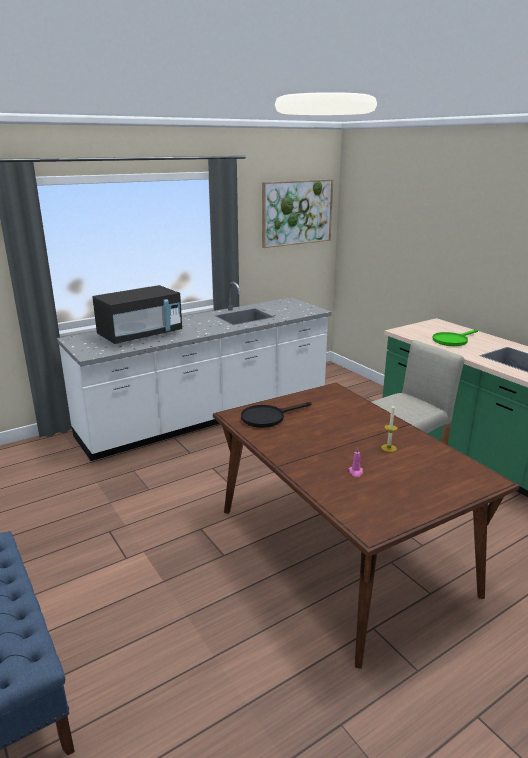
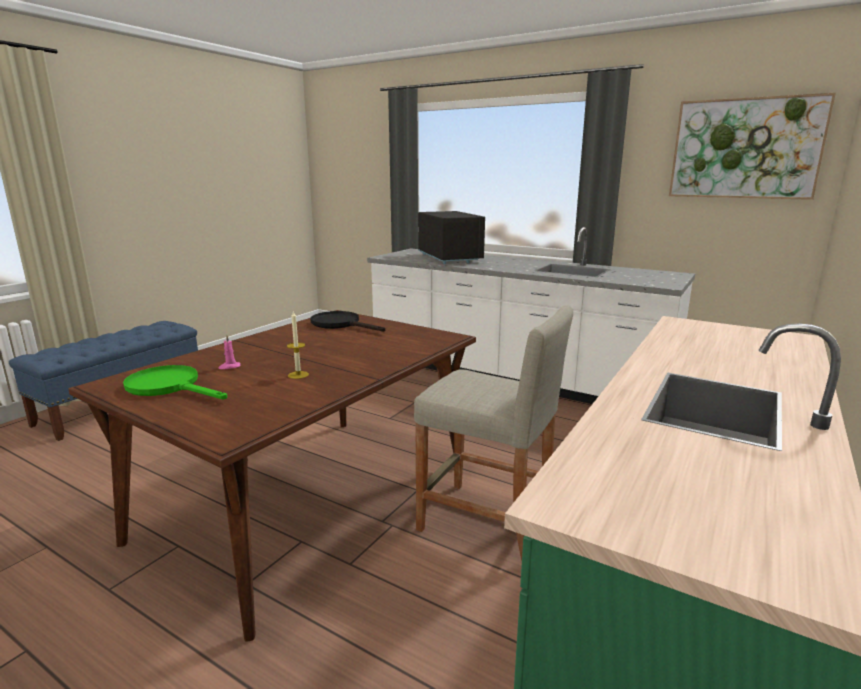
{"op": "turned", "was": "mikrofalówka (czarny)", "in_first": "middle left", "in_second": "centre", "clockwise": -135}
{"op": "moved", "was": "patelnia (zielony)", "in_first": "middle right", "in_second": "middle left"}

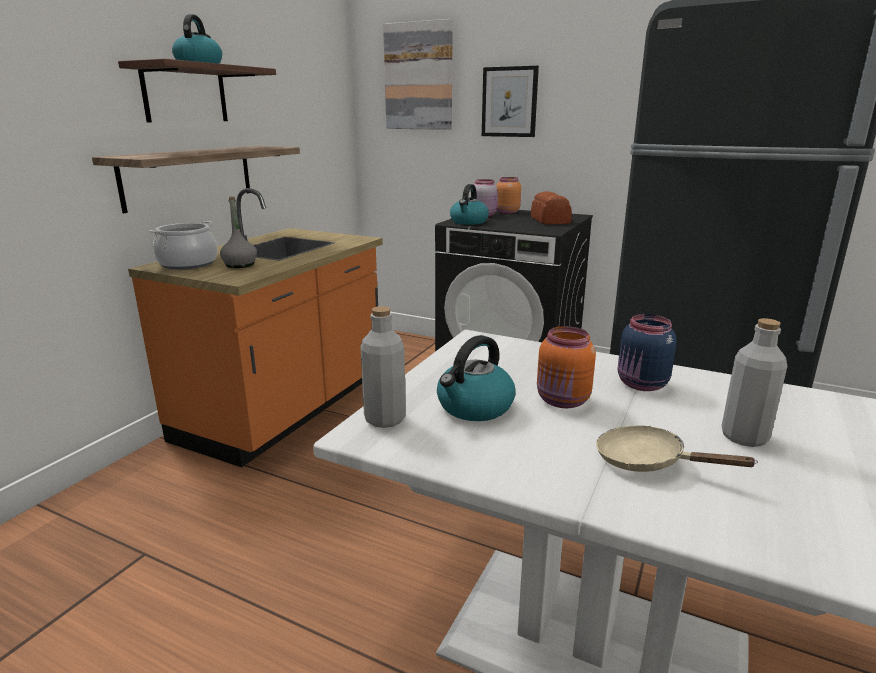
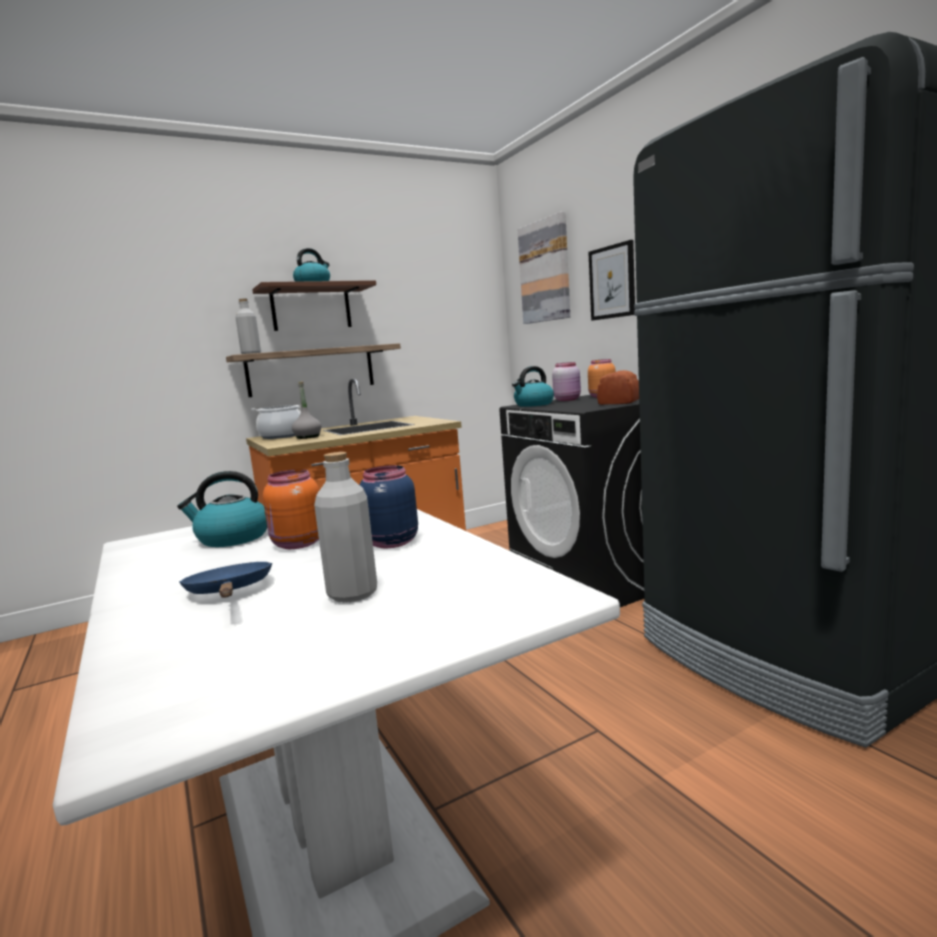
{"op": "moved", "was": "butelka (szary) (2nd from left in the first image)", "now": "butelka (szary) (1st from left)", "in_first": "centre", "in_second": "middle left"}
{"op": "recoloured", "was": "patelnia (beżowy)", "now": "patelnia (niebieski)", "in_first": "bottom right", "in_second": "middle left"}

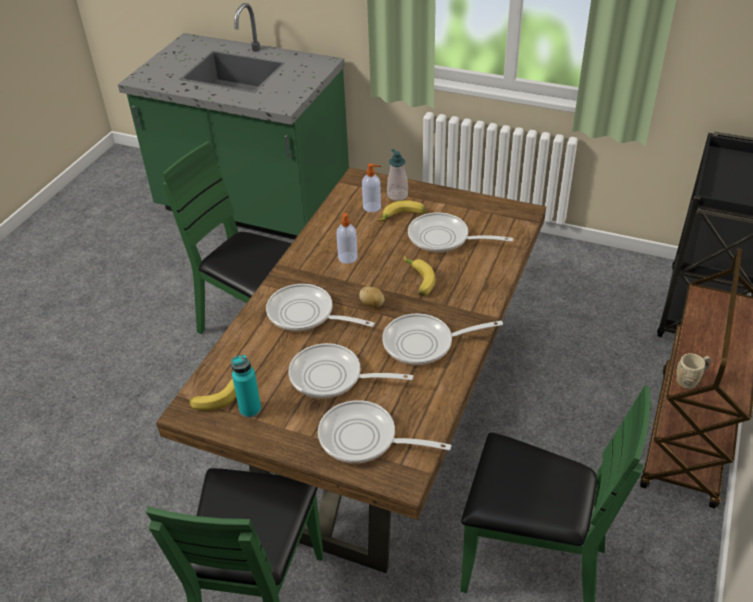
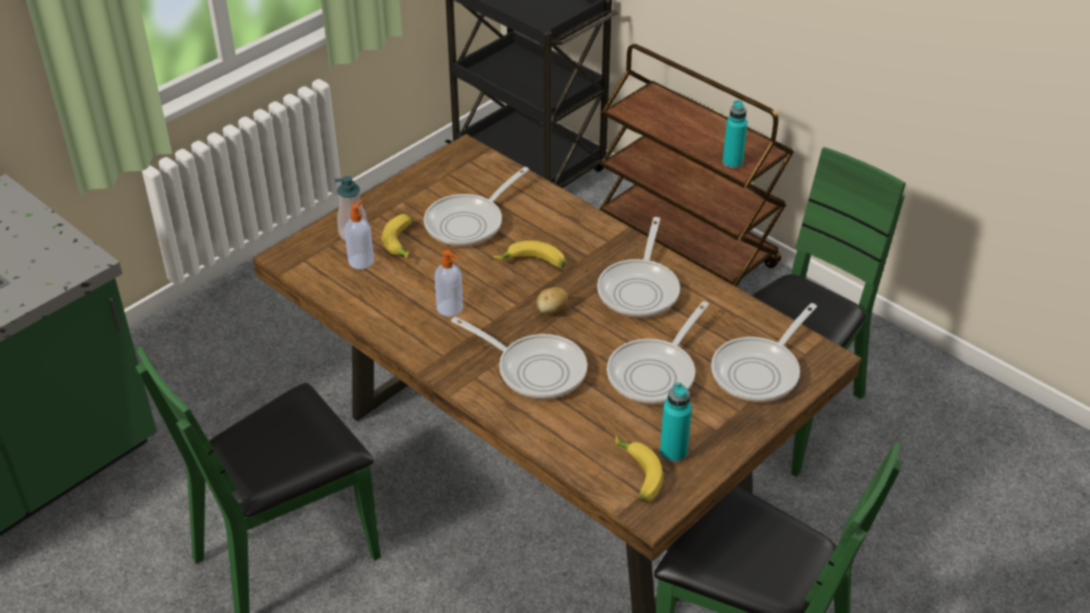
{"op": "turned", "was": "patelnia (1st from left in the first image)", "in_first": "centre", "in_second": "centre", "clockwise": -105}
{"op": "replaced", "was": "kubek (beżowy)", "now": "butelka (turkusowy) (2nd from left)", "in_first": "middle right", "in_second": "top right"}

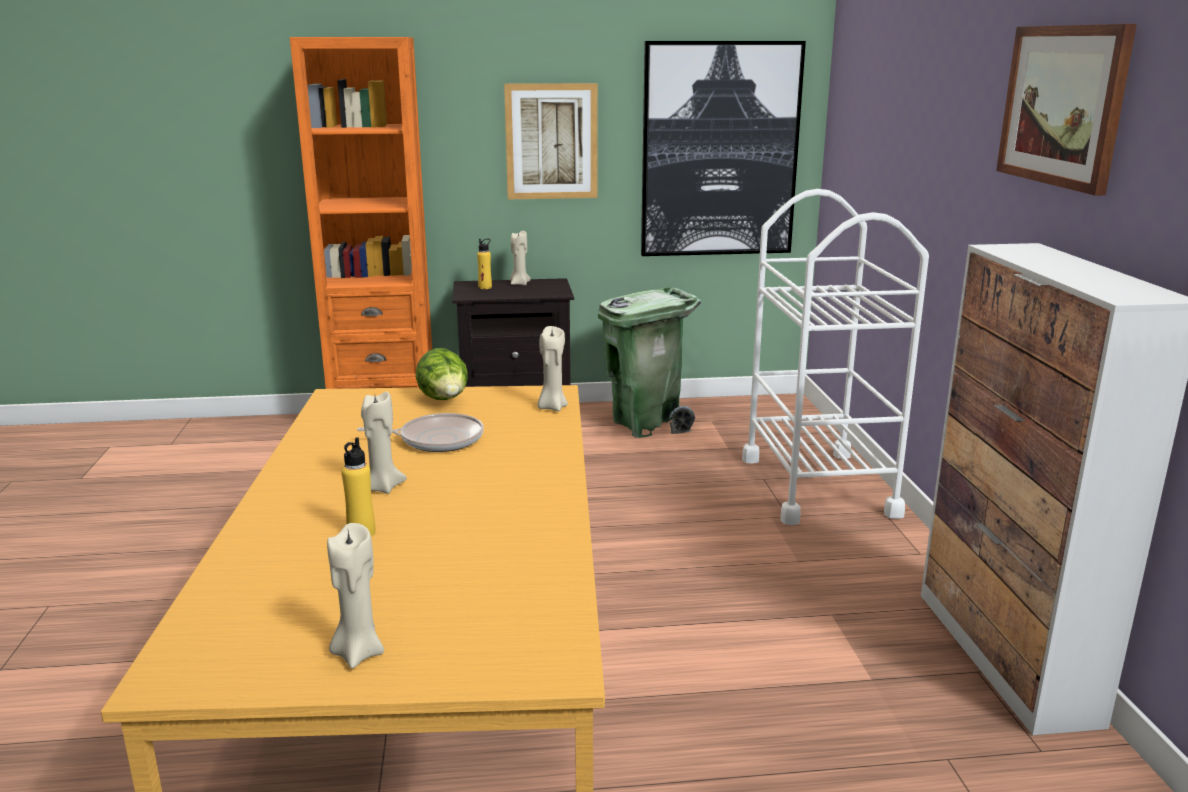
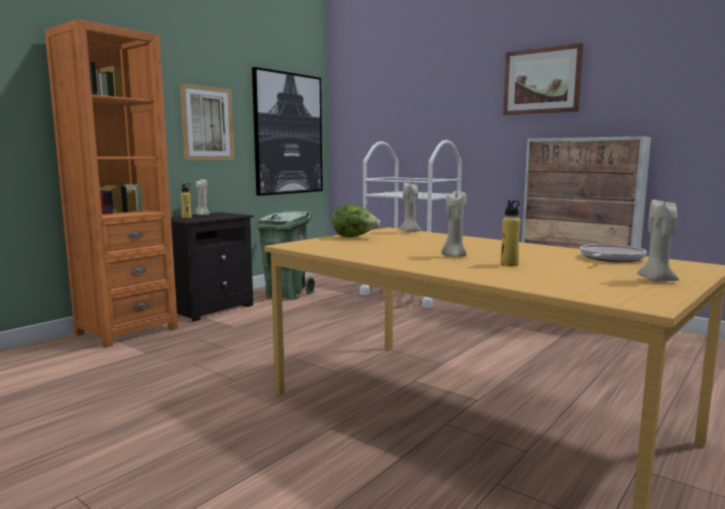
{"op": "moved", "was": "patelnia", "in_first": "centre", "in_second": "middle right"}

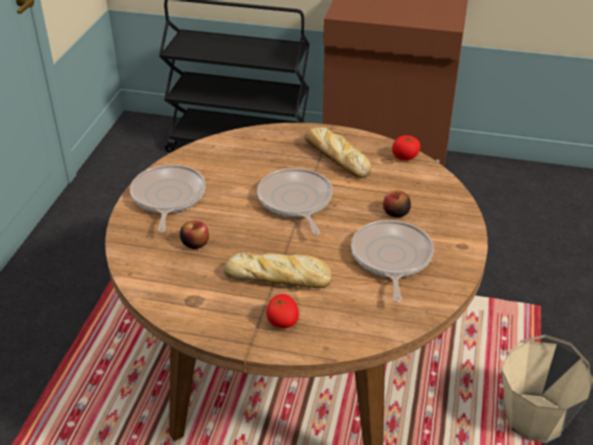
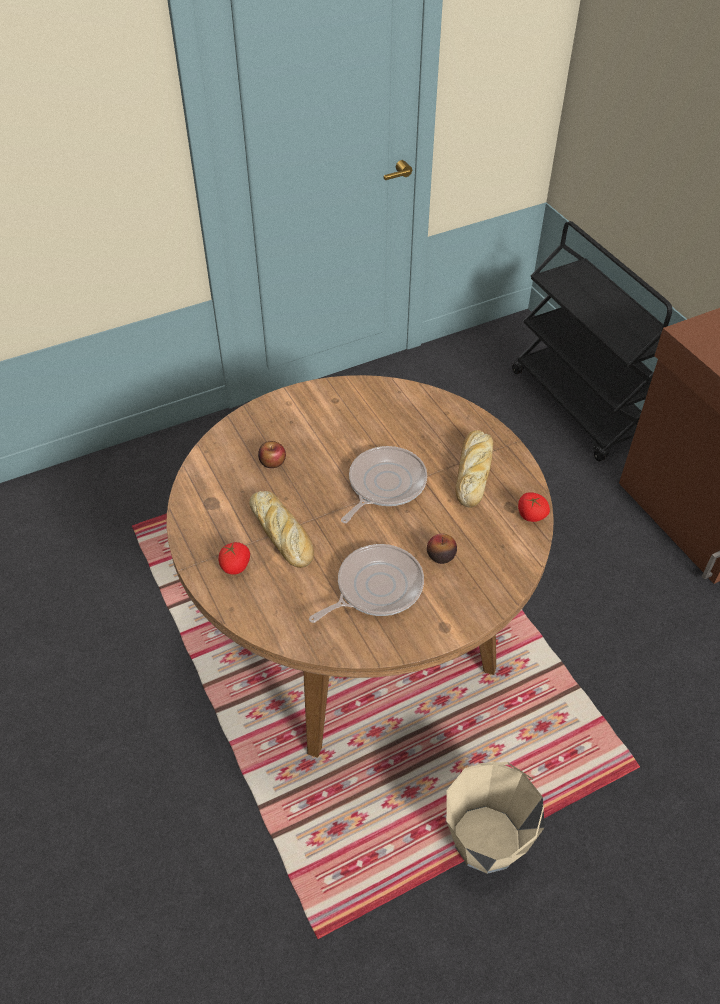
{"op": "removed", "was": "patelnia (1st from left)", "in_first": "middle left"}

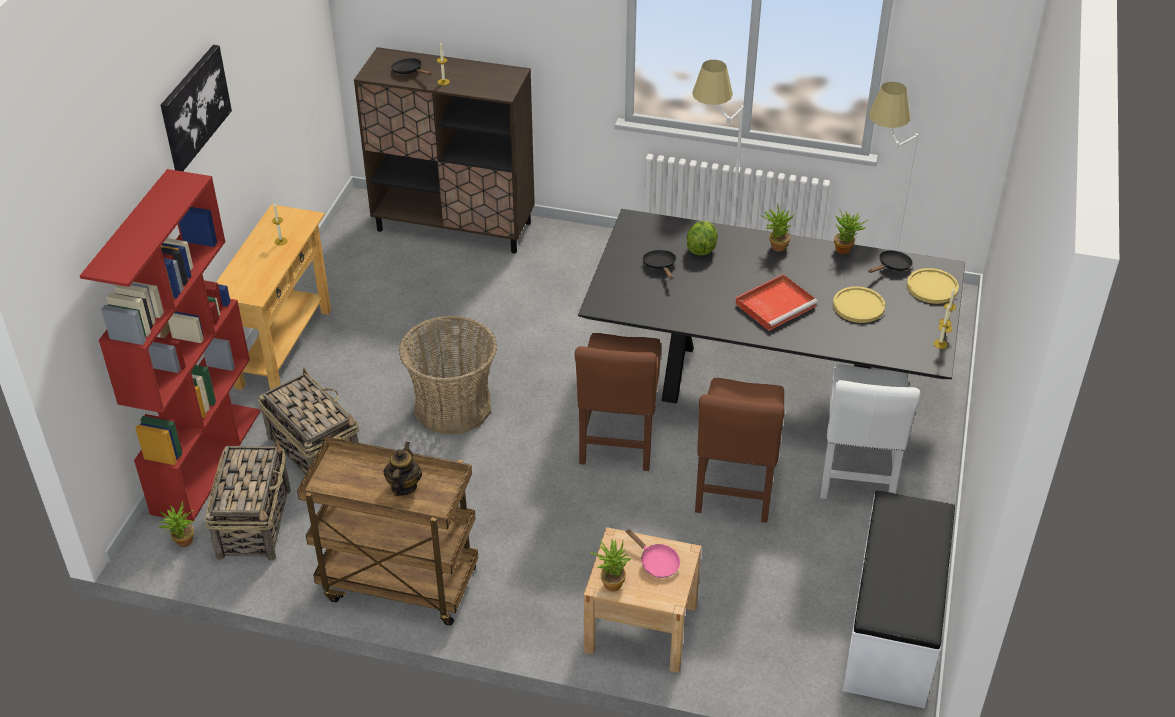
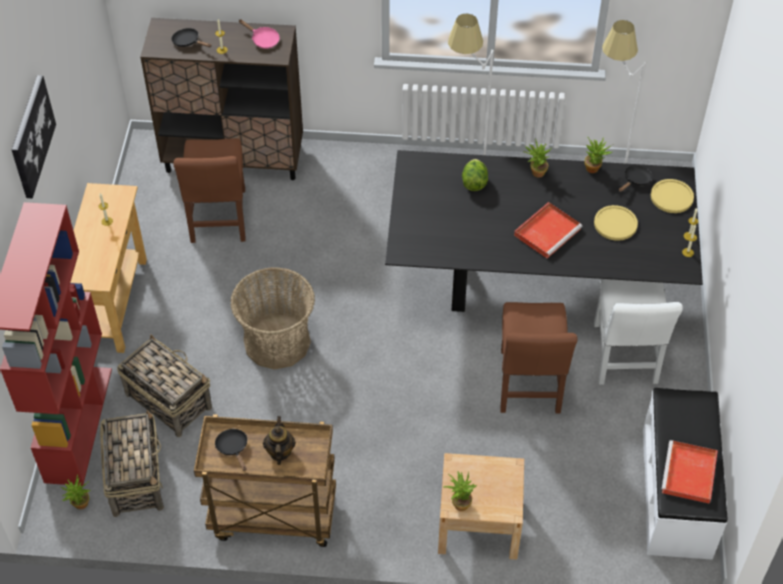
{"op": "moved", "was": "patelnia (czarny) (2nd from left)", "in_first": "centre", "in_second": "bottom left"}
{"op": "moved", "was": "krzesło (brązowy) (1st from left)", "in_first": "centre", "in_second": "top left"}
{"op": "moved", "was": "patelnia (różowy)", "in_first": "bottom centre", "in_second": "top left"}
{"op": "added", "now": "taca (czerwony) (2nd from left)", "in_second": "bottom right"}

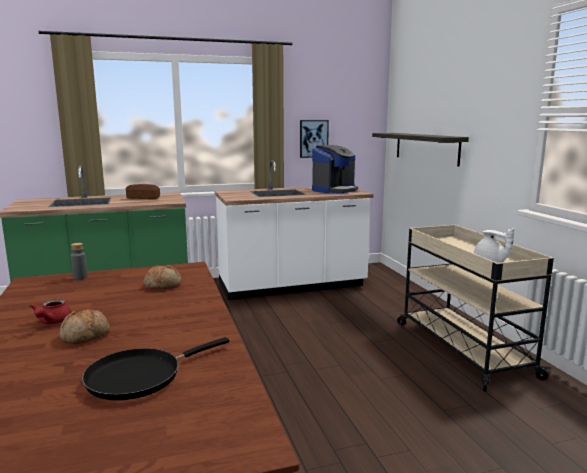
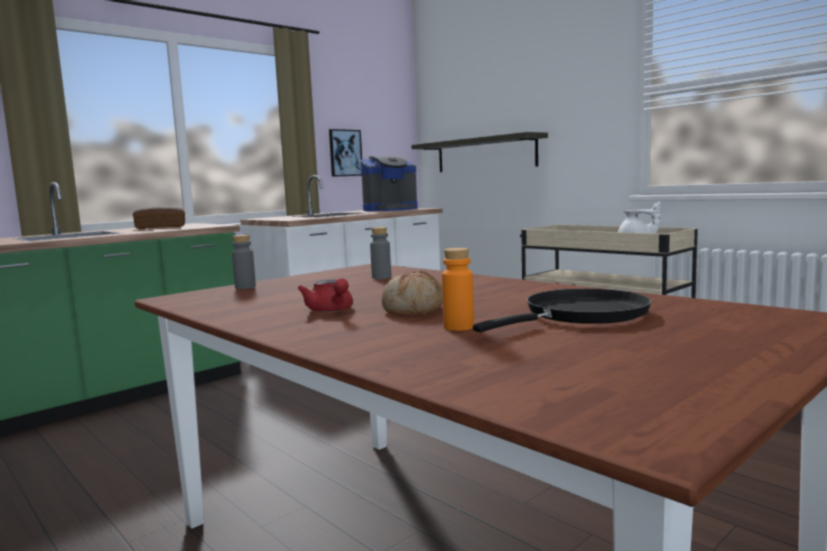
{"op": "turned", "was": "ekspres do kawy", "in_first": "centre", "in_second": "centre", "clockwise": 45}
{"op": "replaced", "was": "chleb (3rd from left)", "now": "butelka (szary) (2nd from left)", "in_first": "middle left", "in_second": "centre"}
{"op": "turned", "was": "patelnia (czarny)", "in_first": "bottom left", "in_second": "middle right", "clockwise": -150}
{"op": "added", "now": "butelka (pomarańczowy)", "in_second": "centre"}

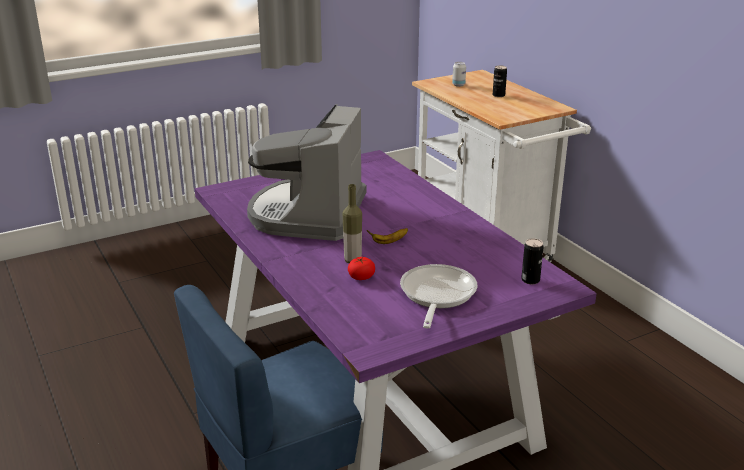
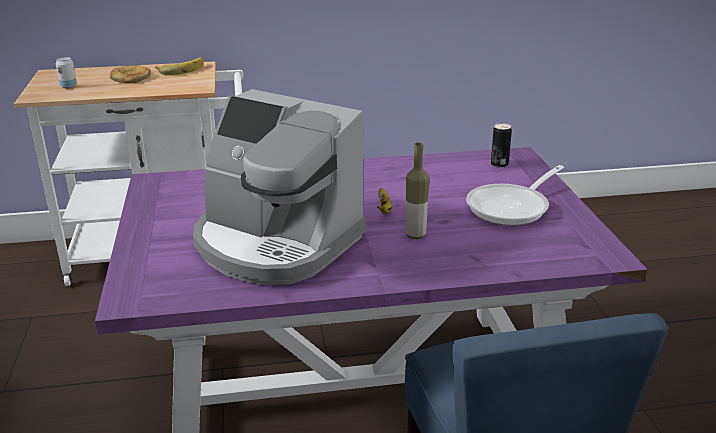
{"op": "replaced", "was": "puszka (2nd from left)", "now": "chleb", "in_first": "top right", "in_second": "top left"}
{"op": "removed", "was": "pomidor", "in_first": "centre"}
{"op": "turned", "was": "patelnia", "in_first": "centre", "in_second": "middle right", "clockwise": -75}
{"op": "added", "now": "banan (1st from left)", "in_second": "top left"}

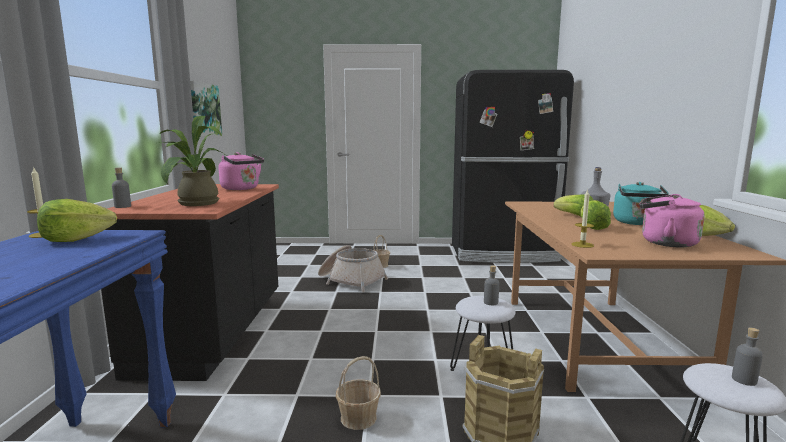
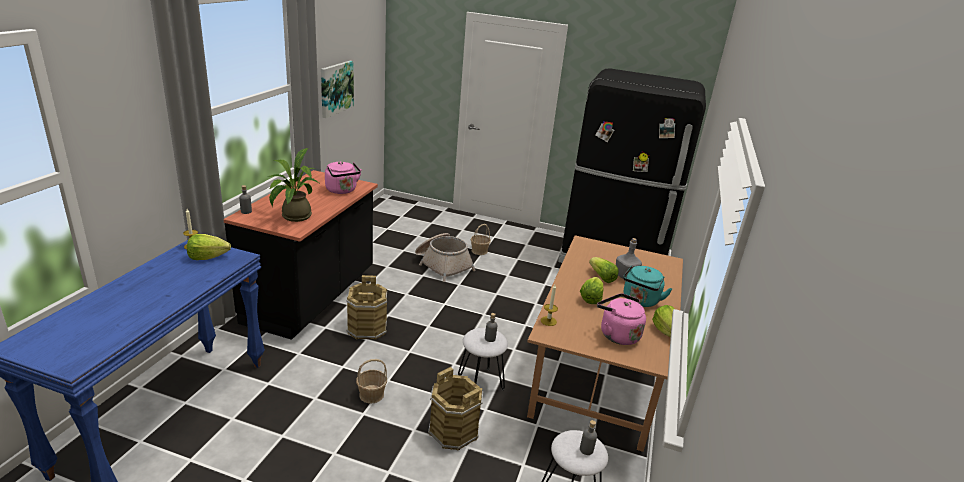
{"op": "added", "now": "wiadro (brązowy) (1st from left)", "in_second": "centre"}

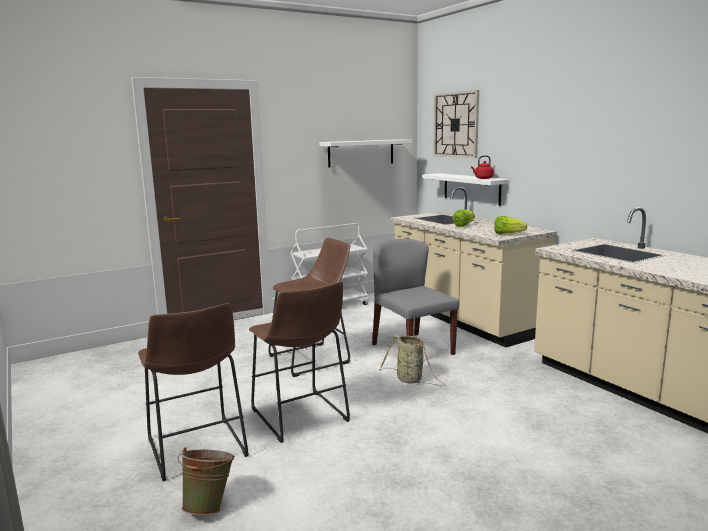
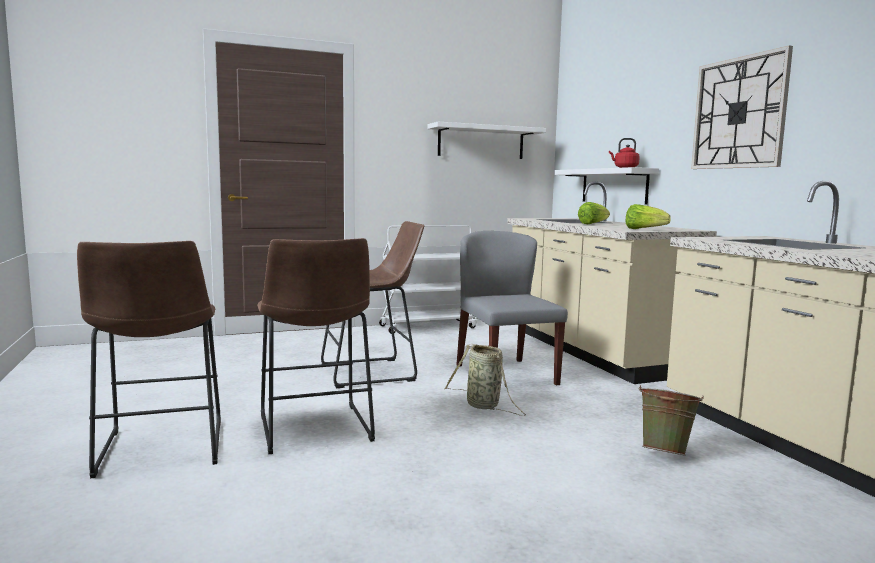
{"op": "moved", "was": "zegar ścienny", "in_first": "top centre", "in_second": "top right"}
{"op": "moved", "was": "wiadro (zielony)", "in_first": "bottom left", "in_second": "bottom right"}

